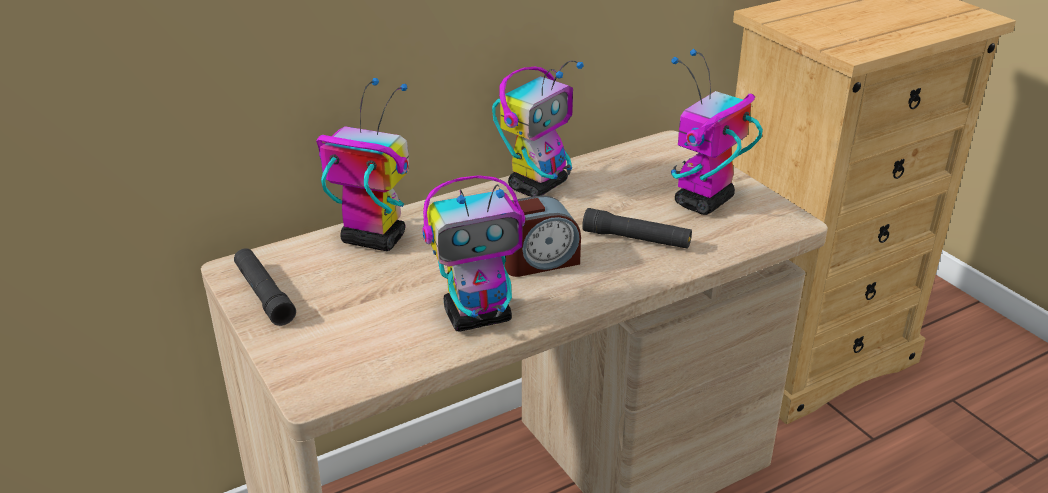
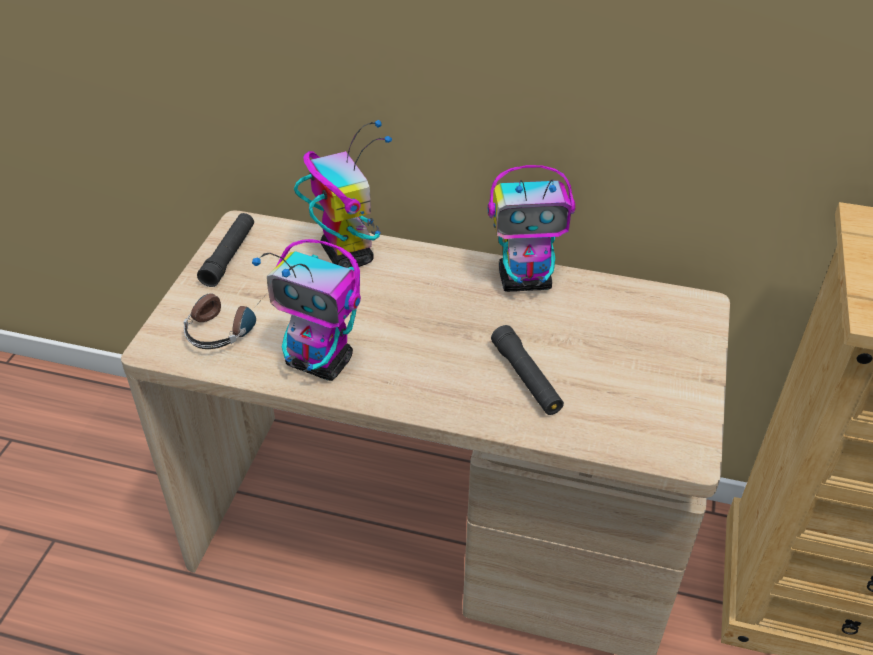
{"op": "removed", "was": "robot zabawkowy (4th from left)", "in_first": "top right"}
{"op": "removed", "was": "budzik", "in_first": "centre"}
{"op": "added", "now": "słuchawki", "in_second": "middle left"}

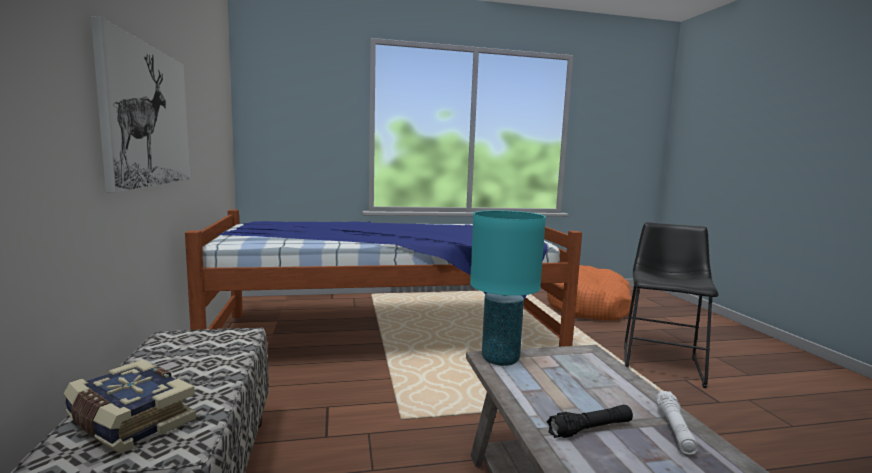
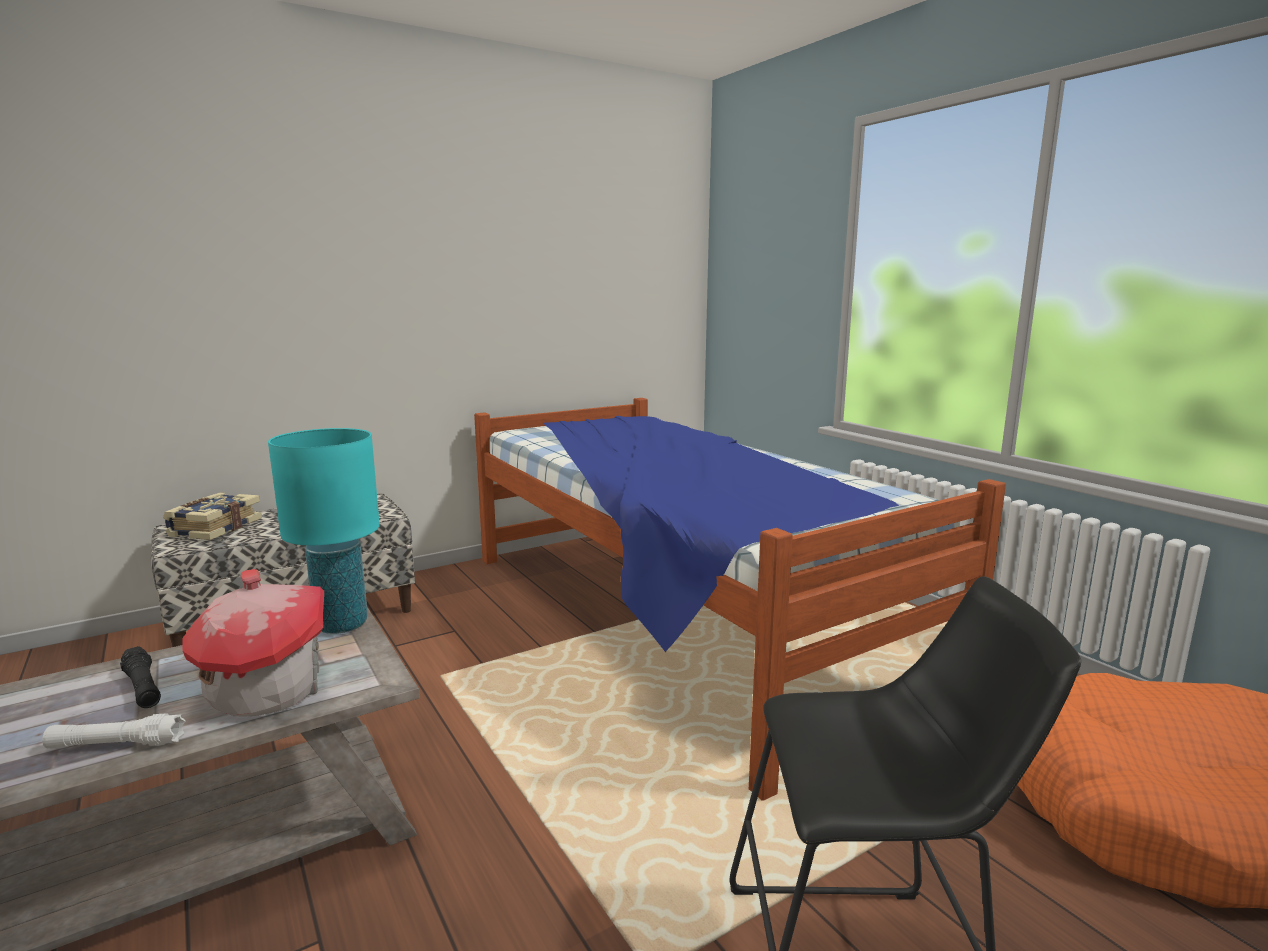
{"op": "removed", "was": "obraz", "in_first": "top left"}
{"op": "added", "now": "domek", "in_second": "bottom left"}

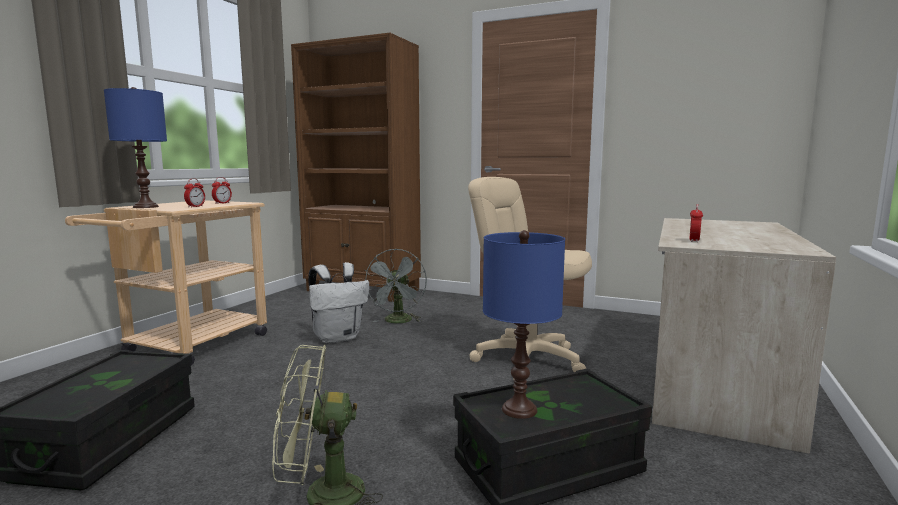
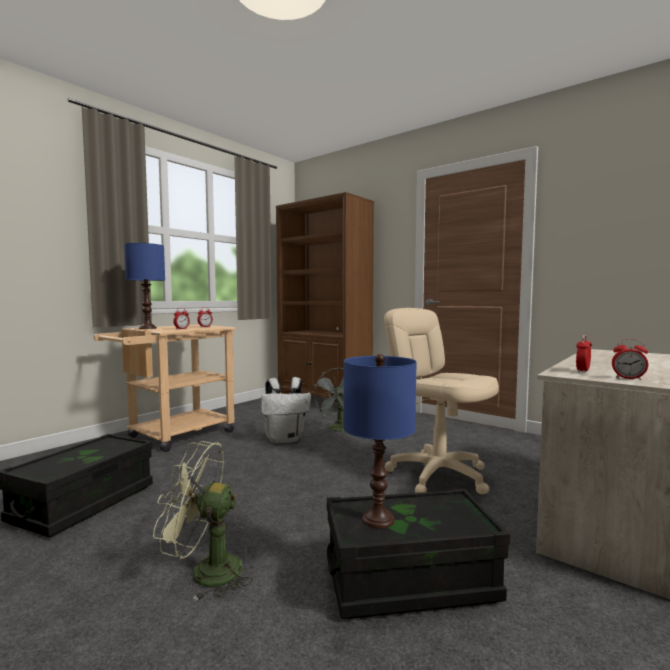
{"op": "added", "now": "budzik (4th from left)", "in_second": "middle right"}

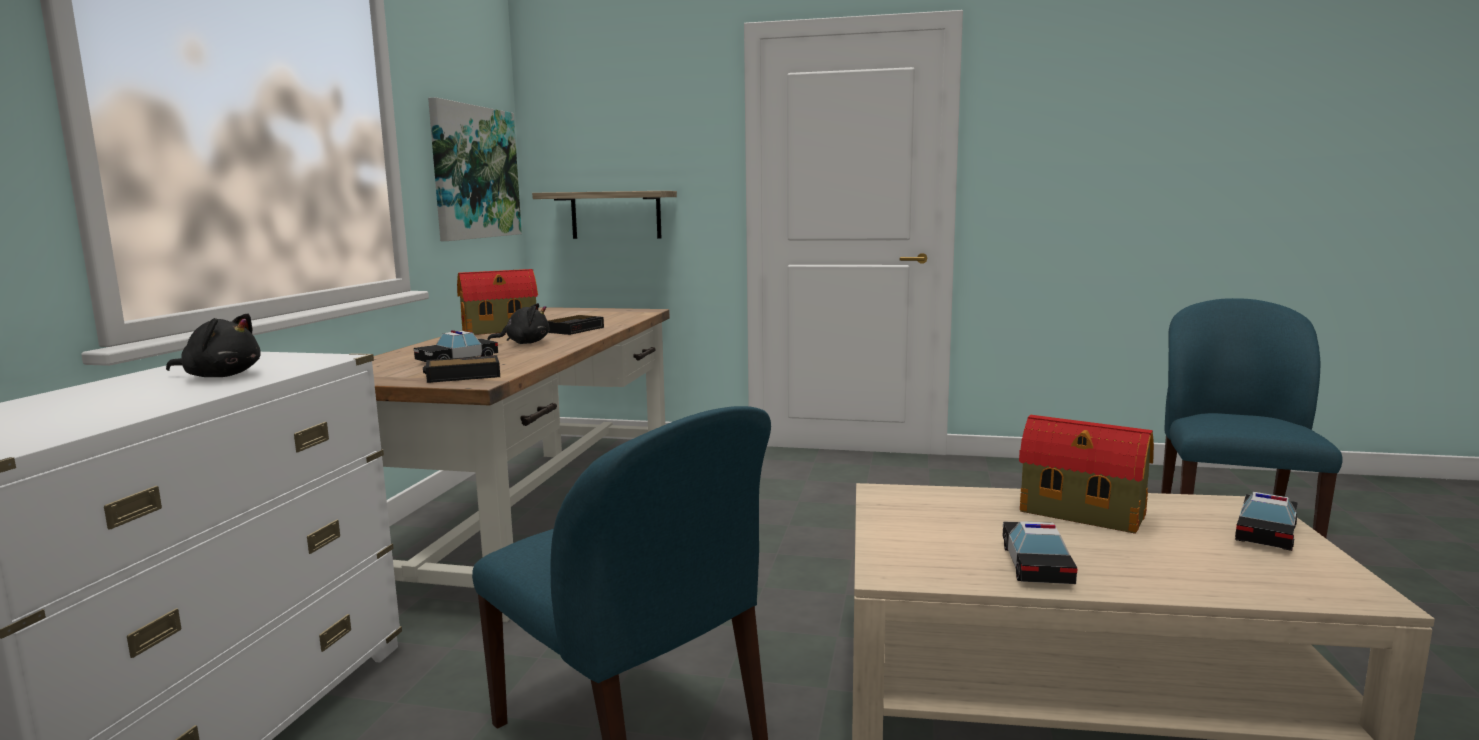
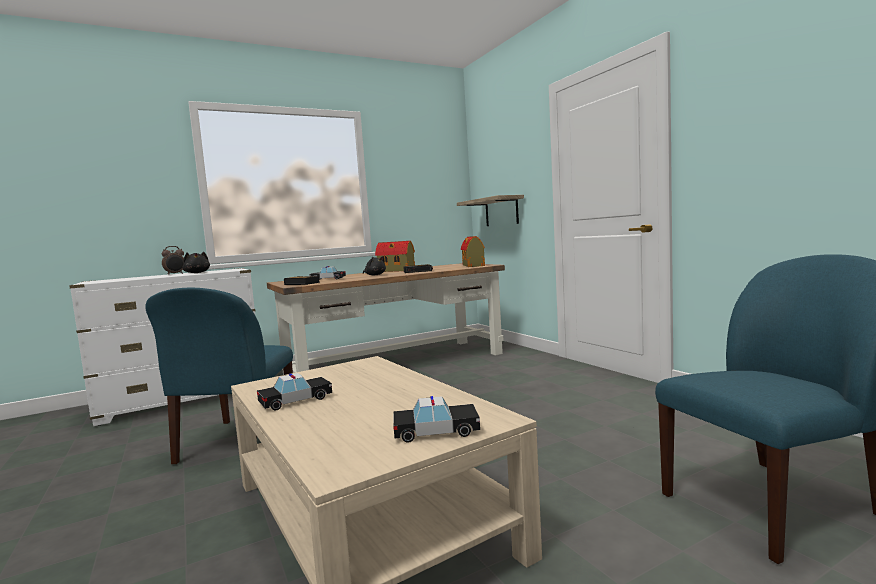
{"op": "removed", "was": "obraz", "in_first": "top left"}
{"op": "moved", "was": "domek (2nd from left)", "in_first": "middle right", "in_second": "centre"}
{"op": "added", "now": "budzik (1st from left)", "in_second": "middle left"}

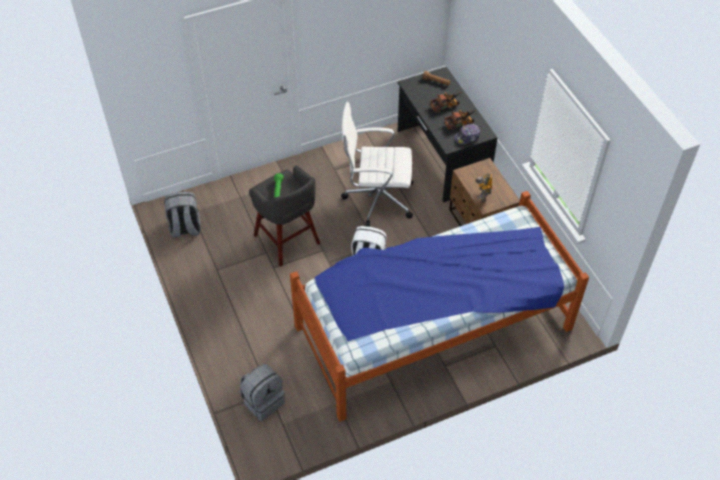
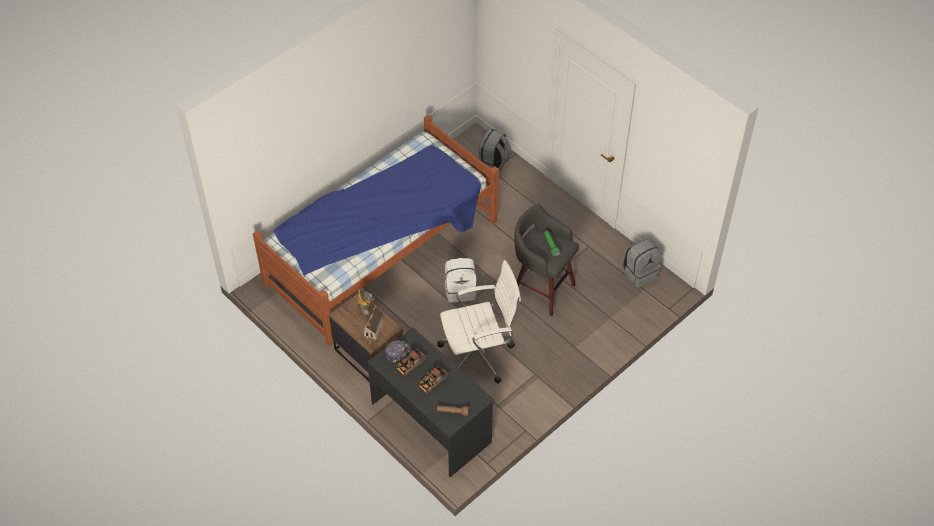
{"op": "added", "now": "domek", "in_second": "centre"}

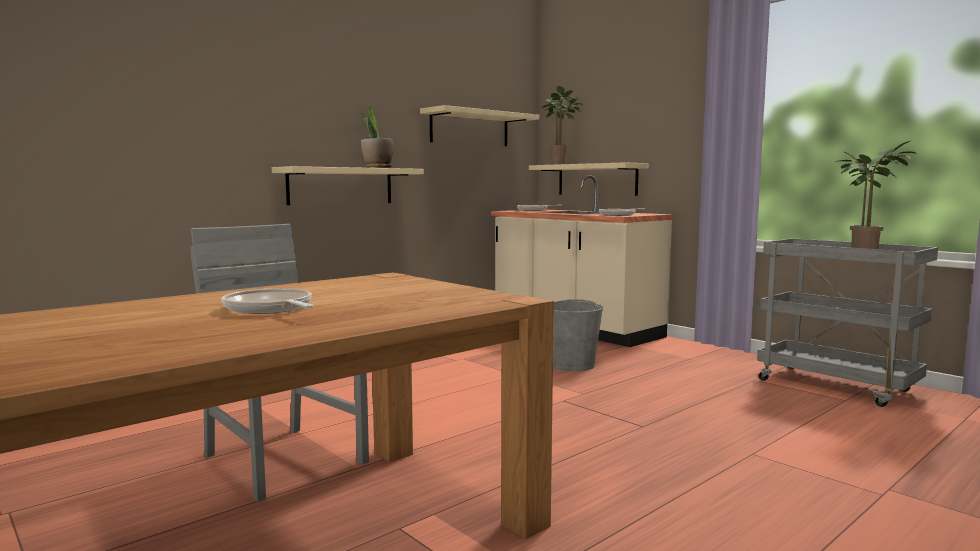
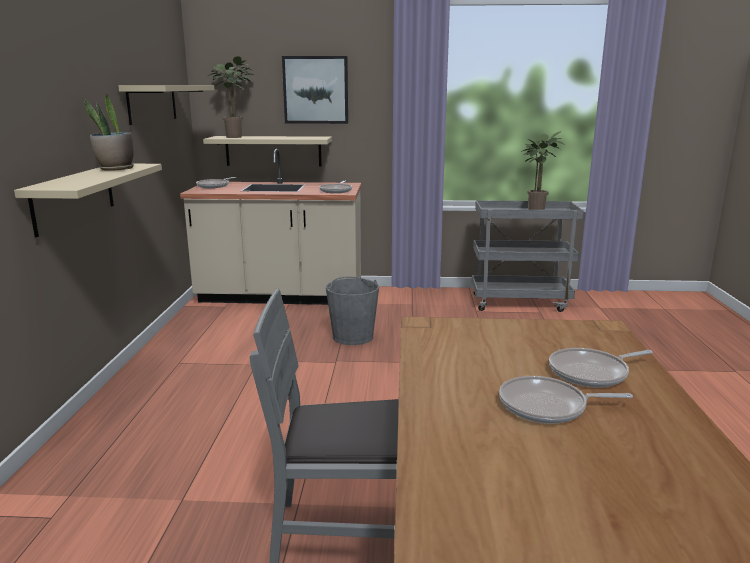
{"op": "added", "now": "obraz", "in_second": "top centre"}
{"op": "added", "now": "patelnia (4th from left)", "in_second": "middle right"}

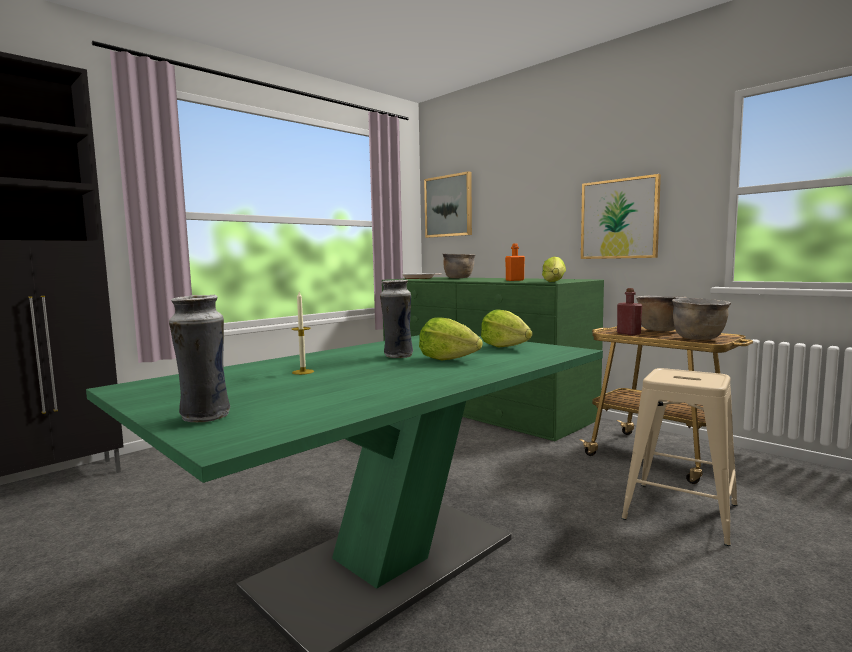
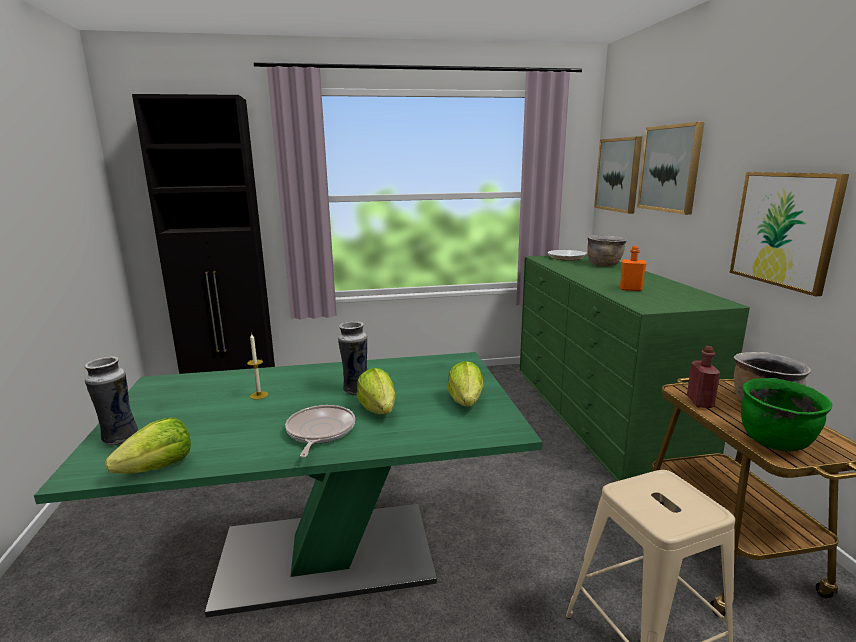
{"op": "moved", "was": "sałata (3rd from left in the first image)", "now": "sałata (1st from left)", "in_first": "centre", "in_second": "bottom left"}
{"op": "recoloured", "was": "garnek (brązowy) (3rd from left)", "now": "garnek (zielony)", "in_first": "middle right", "in_second": "middle right"}
{"op": "added", "now": "obraz (2nd from left)", "in_second": "top right"}
{"op": "added", "now": "patelnia (1st from left)", "in_second": "bottom centre"}

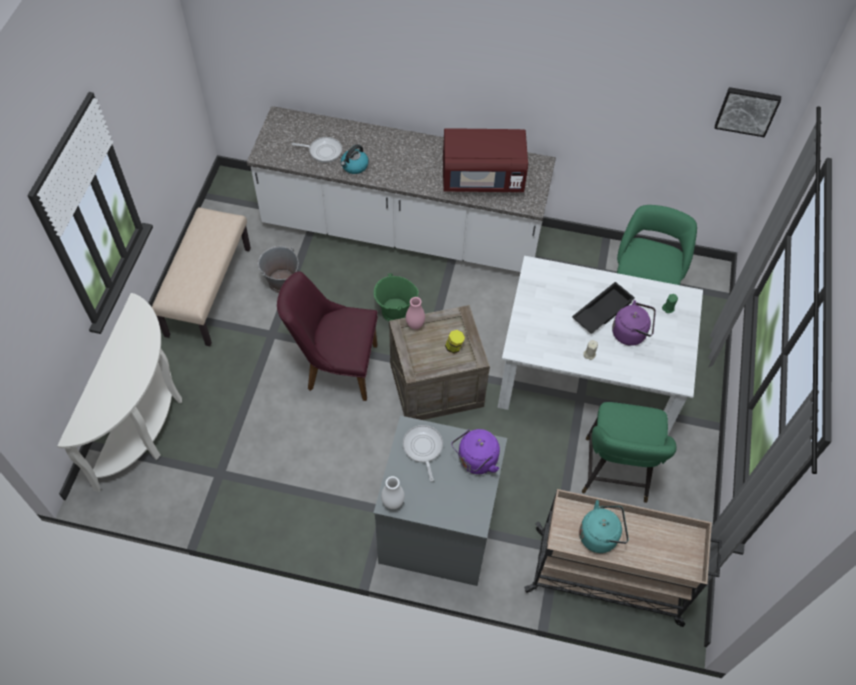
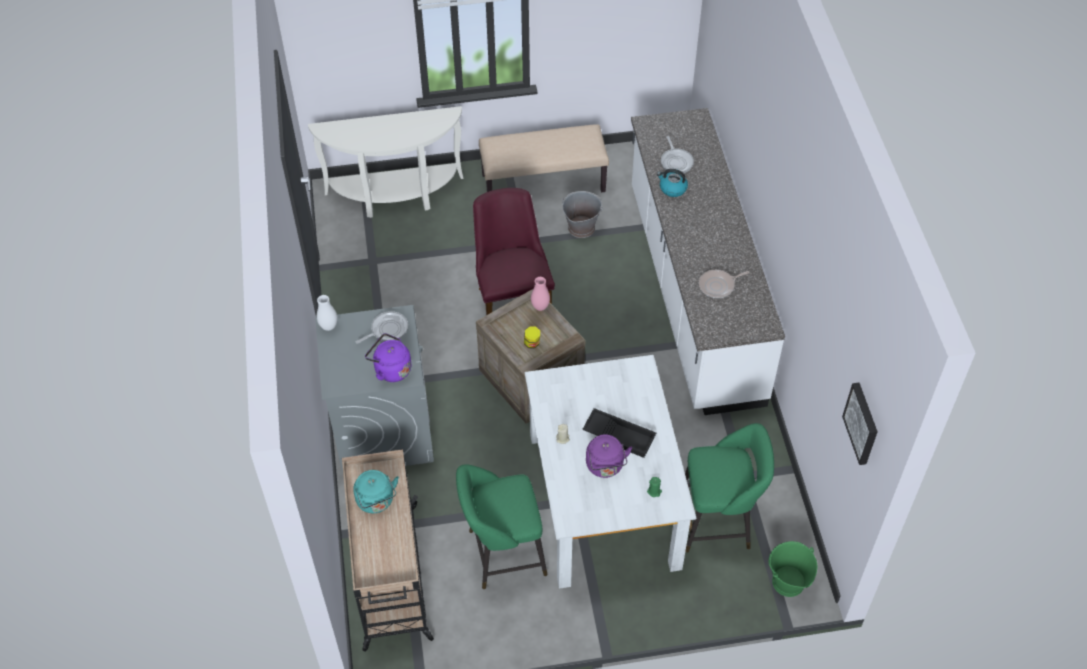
{"op": "replaced", "was": "mikrofalówka (czerwony)", "now": "patelnia (3rd from left)", "in_first": "top centre", "in_second": "centre"}
{"op": "moved", "was": "wiadro (zielony)", "in_first": "centre", "in_second": "bottom right"}

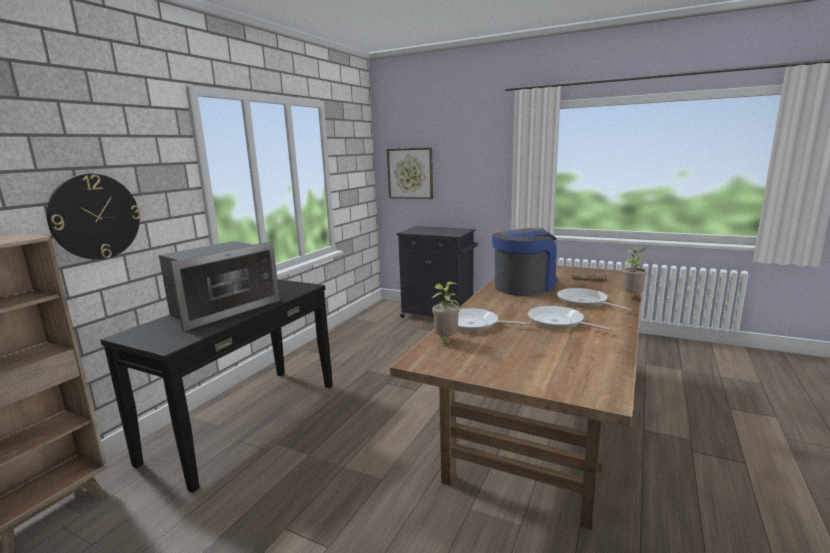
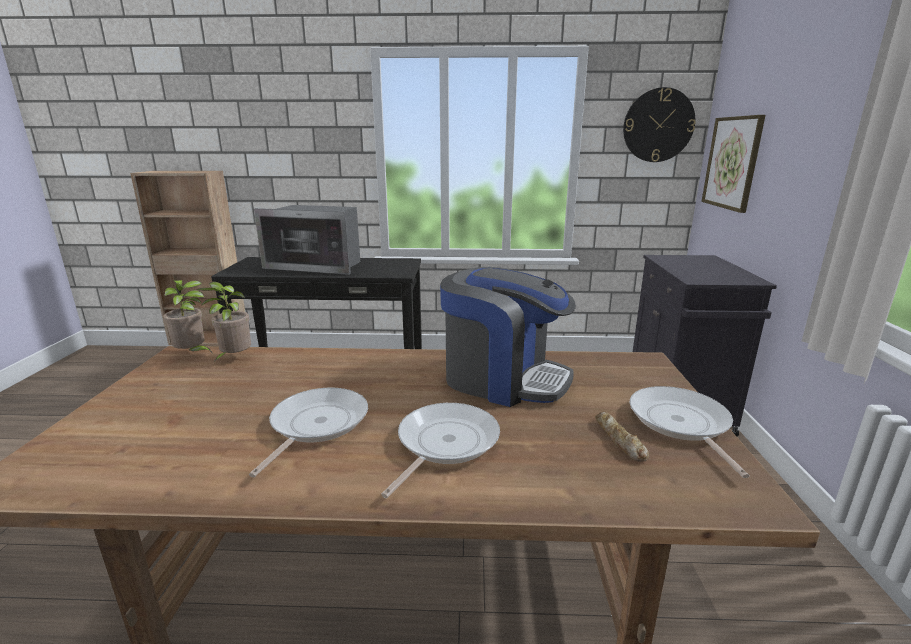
{"op": "moved", "was": "zegar ścienny", "in_first": "middle left", "in_second": "top right"}
{"op": "moved", "was": "roślina doniczkowa (2nd from left in the first image)", "now": "roślina doniczkowa (1st from left)", "in_first": "middle right", "in_second": "middle left"}
{"op": "moved", "was": "patelnia (1st from left in the first image)", "now": "patelnia (3rd from left)", "in_first": "centre", "in_second": "bottom right"}

